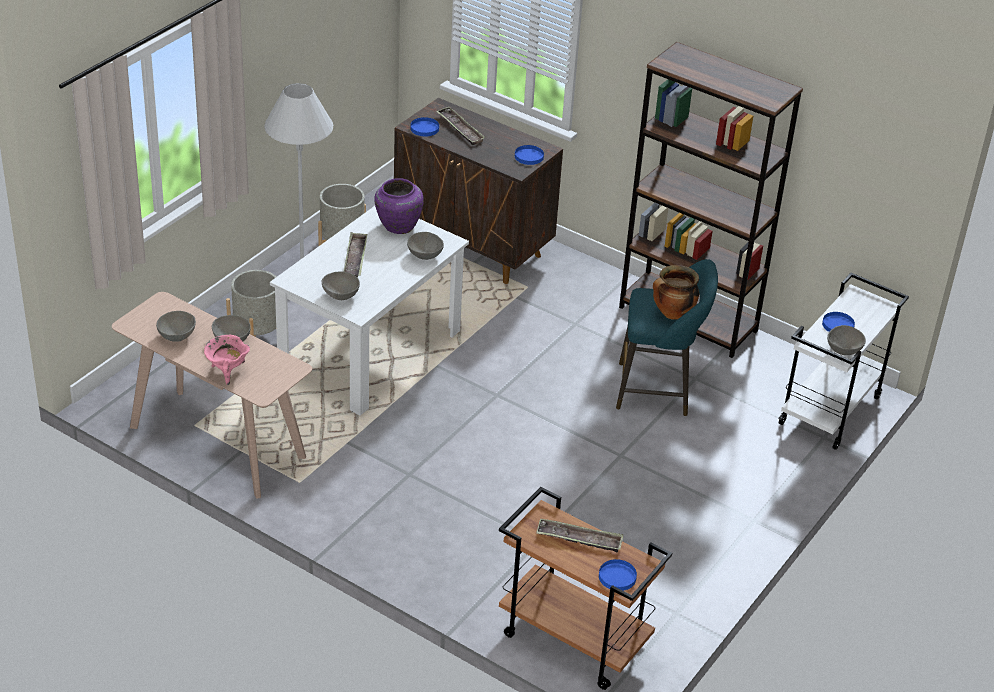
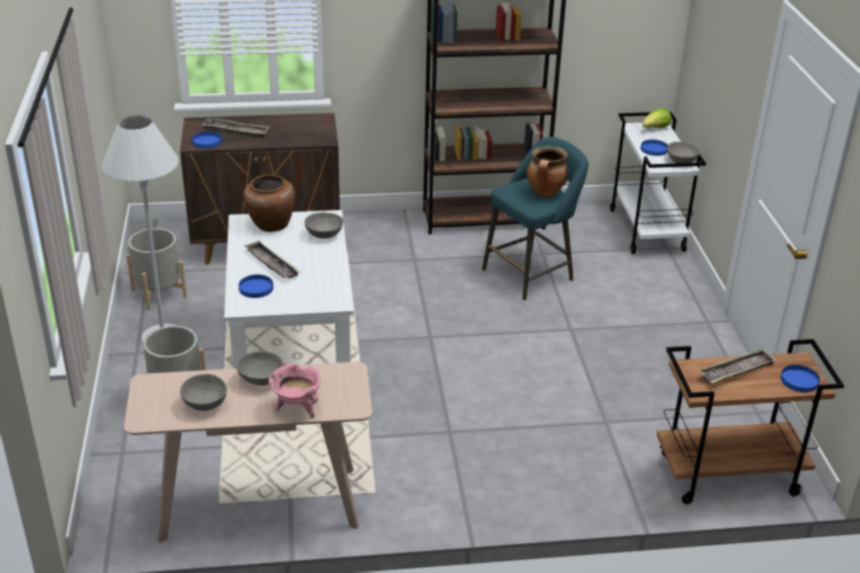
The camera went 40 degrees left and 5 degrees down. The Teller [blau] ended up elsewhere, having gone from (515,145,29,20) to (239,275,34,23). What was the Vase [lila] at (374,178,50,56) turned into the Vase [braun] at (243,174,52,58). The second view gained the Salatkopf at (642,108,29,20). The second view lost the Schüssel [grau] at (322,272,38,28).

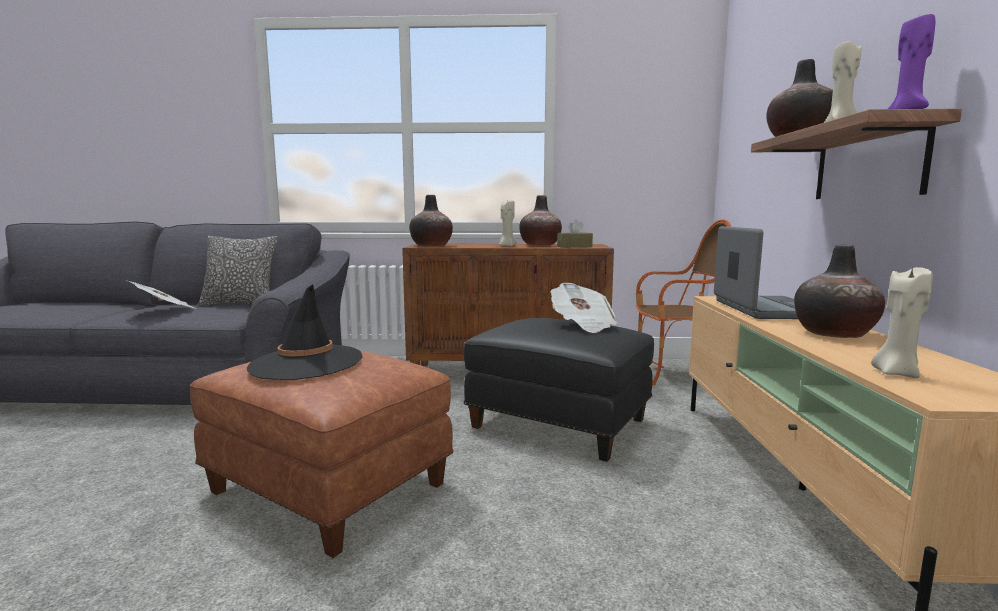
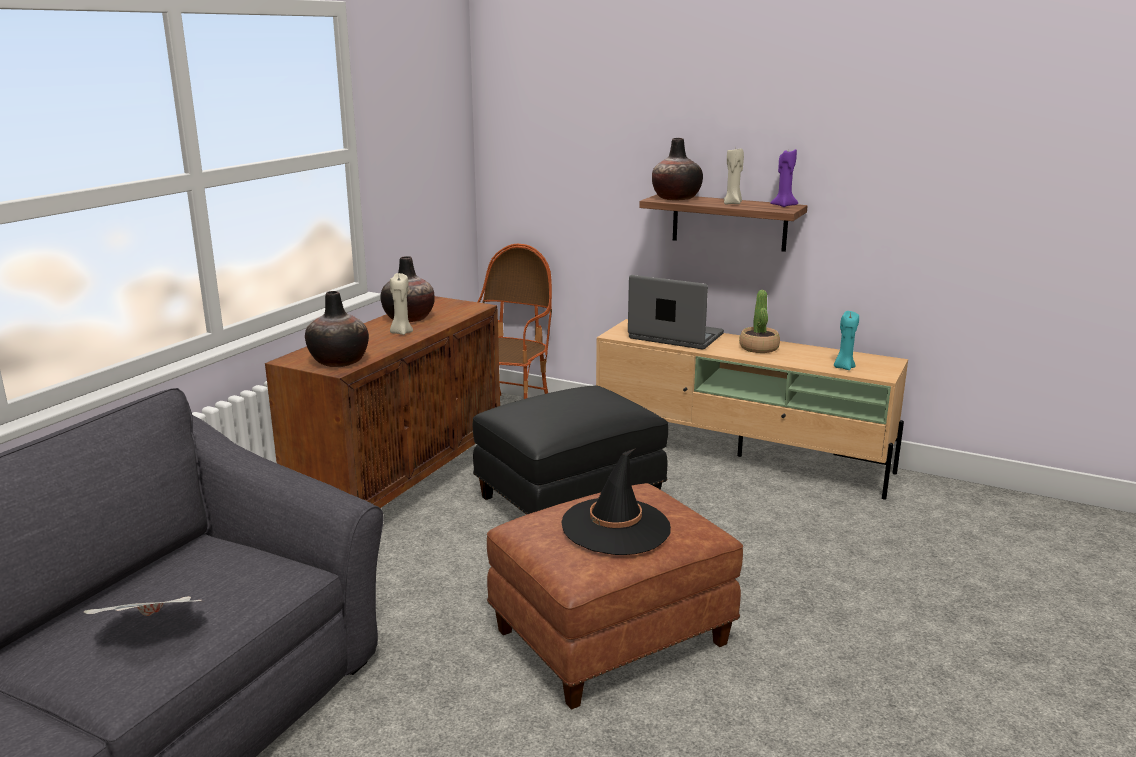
The camera went 65 degrees left and 10 degrees up. Where the Vase stood at (794,245,91,93), the Topfpflanze came to stand at (739,290,41,63). What was the Kerze [beige] at (871,266,62,112) turned into the Kerze [türkis] at (834,311,25,59). The second view lost the Kissen at (198,236,80,70). The second view lost the Zeitung at (550,283,67,50). The second view lost the Taschentuchbox [braun] at (557,220,36,28).

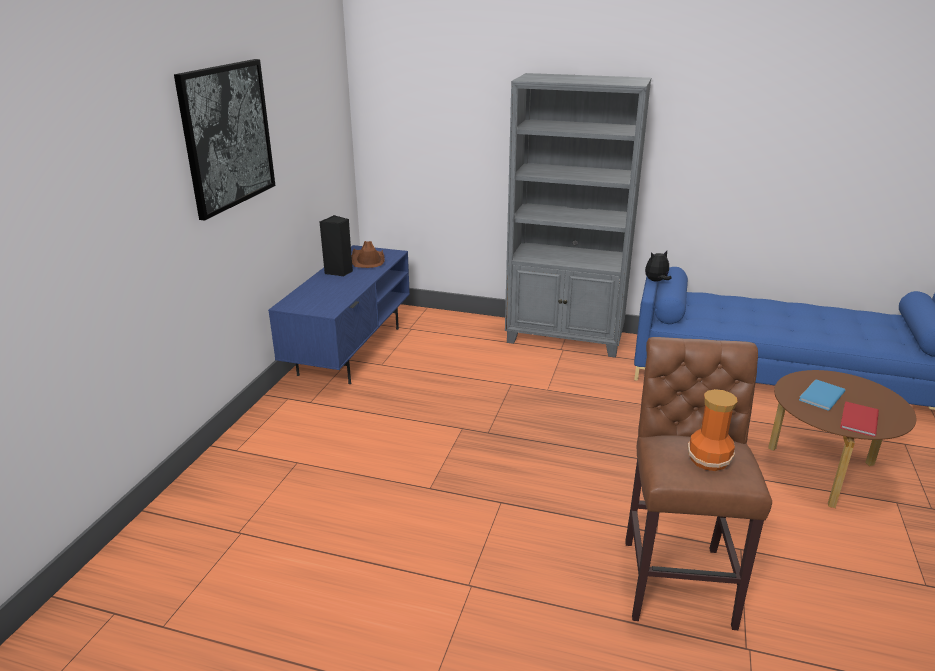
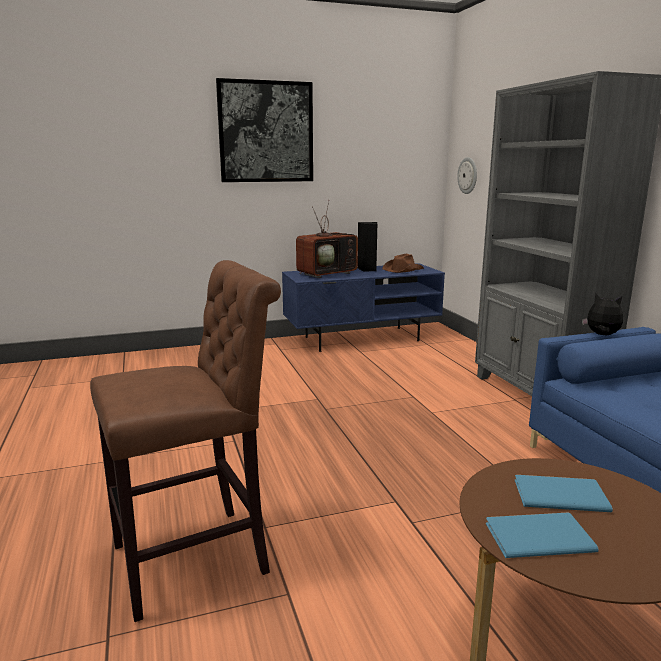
The camera went 55 degrees right and 10 degrees down. The second view gained the Fernseher at (296,200,62,78). The second view gained the Wanduhr at (457,157,20,37). What was the Buch [rot] at (840,402,39,35) turned into the Buch [blau] at (486,513,113,45). The second view lost the Vase at (688,389,50,82).

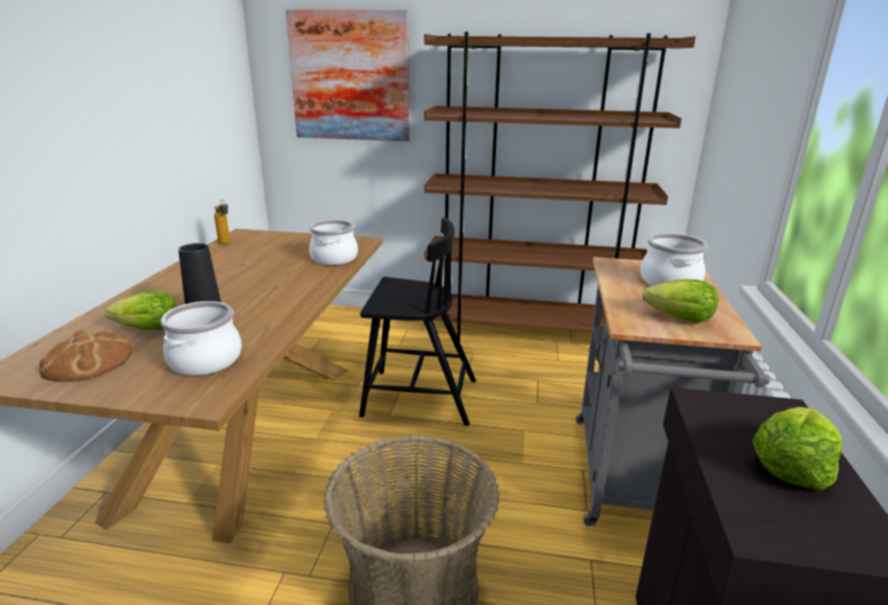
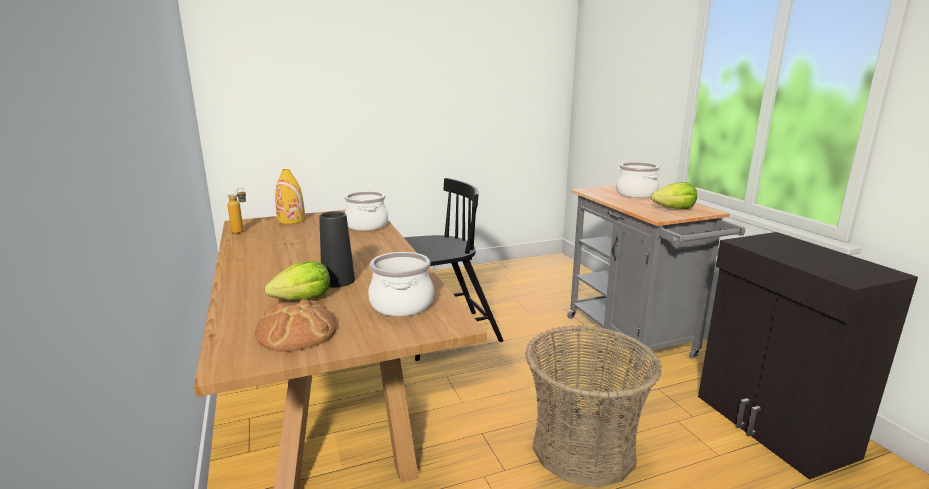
The camera went 30 degrees left and 5 degrees down. The second view gained the Vase [gelb] at (275,169,30,55). The second view lost the Bild at (286,9,123,132). The second view lost the Bücherregal [braun] at (424,32,272,309). The second view lost the Salatkopf at (753,407,89,83).

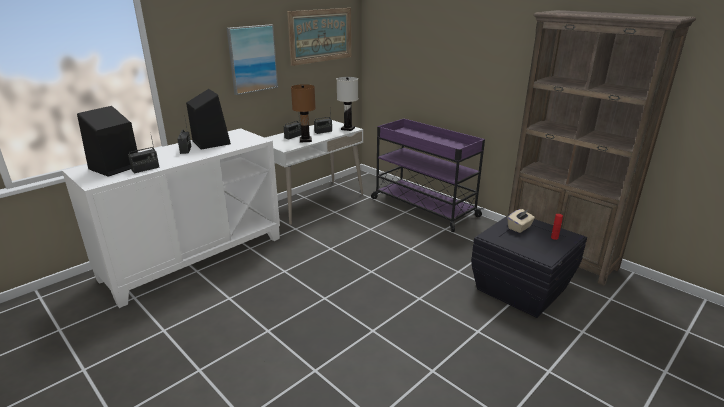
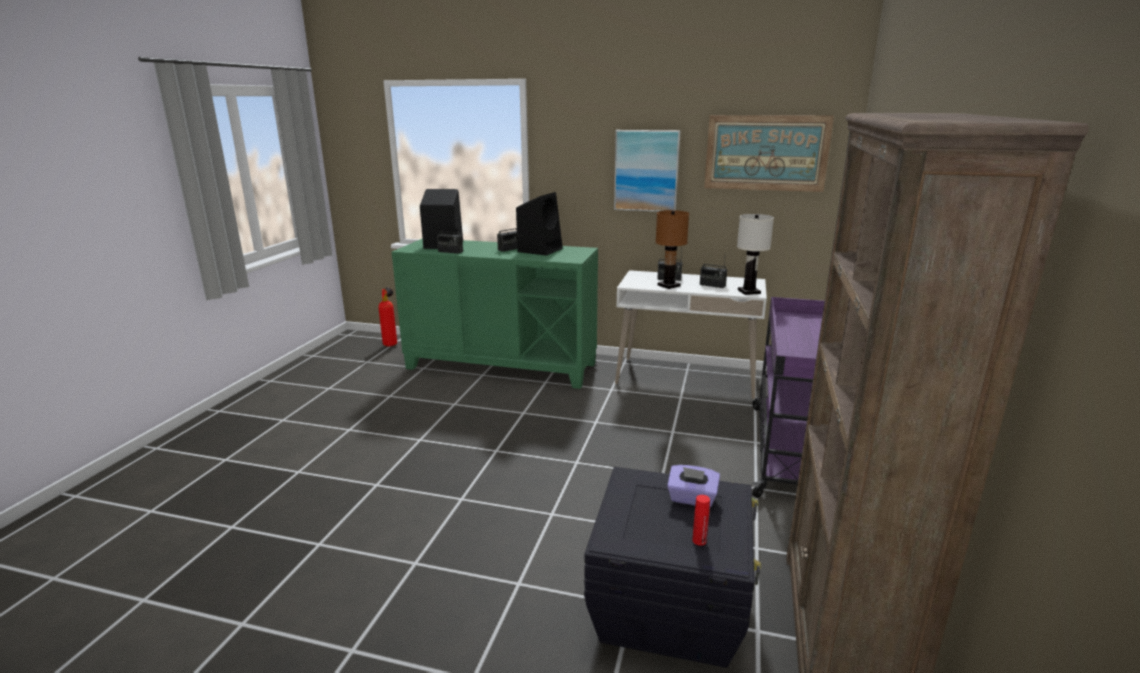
The camera went 60 degrees right and 5 degrees down. The second view gained the Feuerlöscher at (378,287,19,60). What was the Schrank [weiß] at (62,128,218,180) turned into the Schrank [grün] at (392,238,206,151). What was the Taschentuchbox [beige] at (508,209,27,24) turned into the Taschentuchbox [lila] at (667,465,53,42).

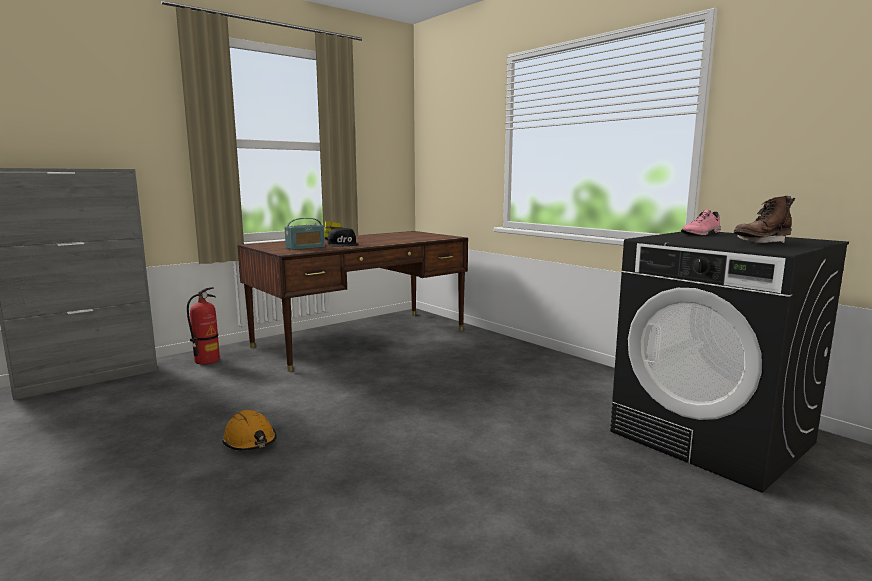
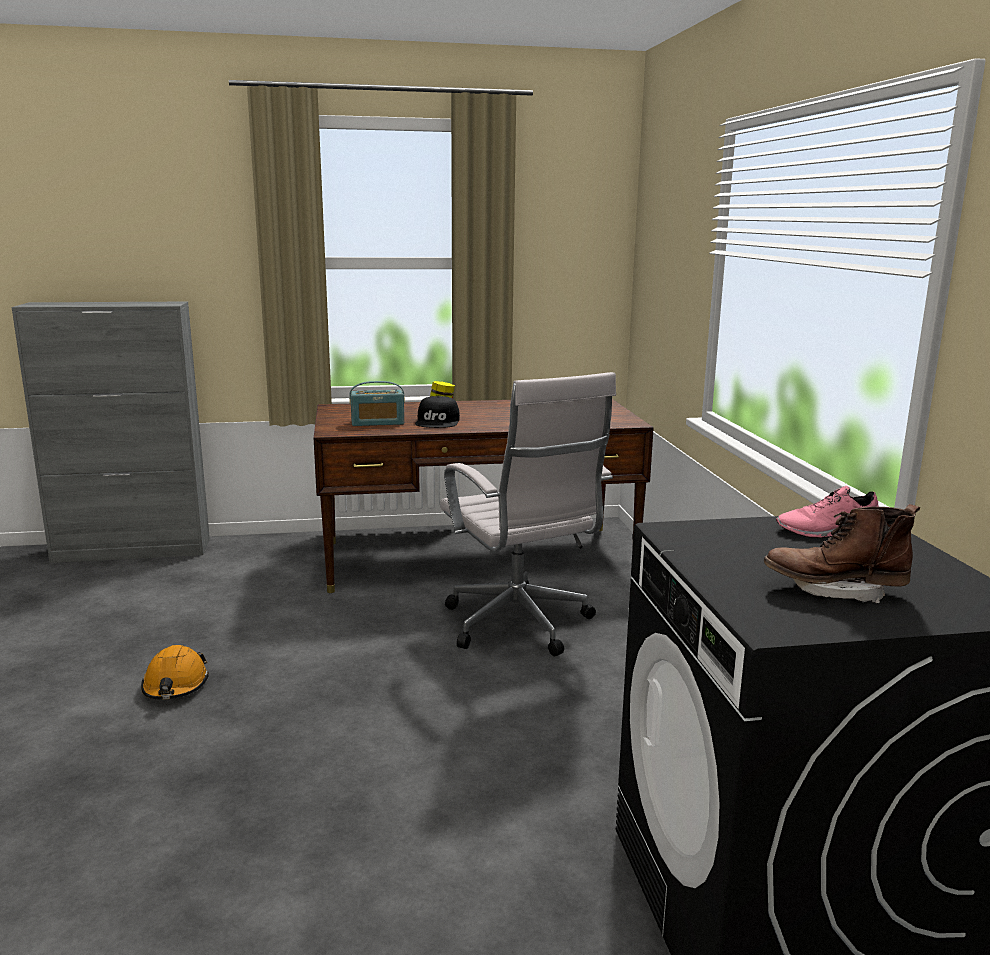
The camera went 30 degrees right and 5 degrees up. The second view gained the Bürostuhl [weiß] at (440,372,176,284). The second view lost the Feuerlöscher at (187,287,33,77).

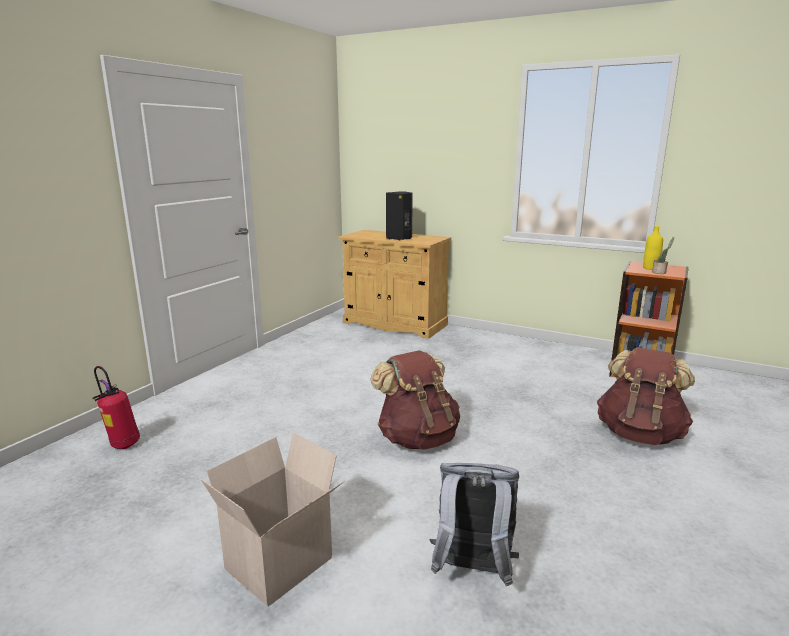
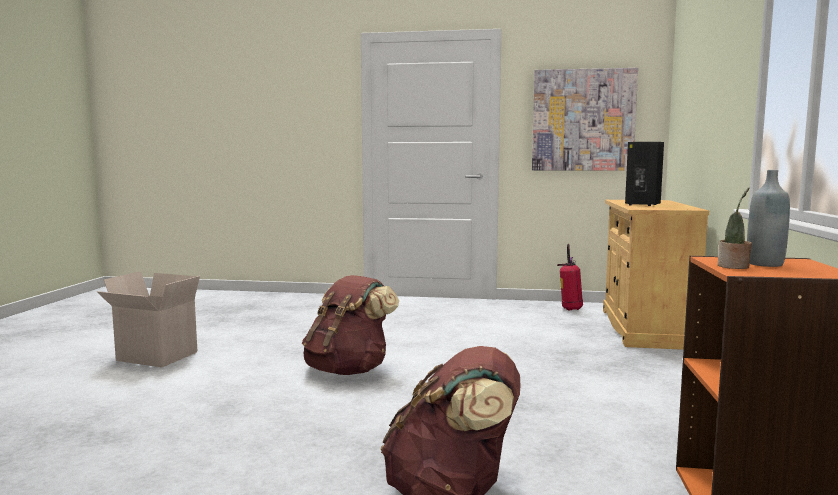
The camera went 70 degrees right and 10 degrees down. The second view gained the Bild at (532,68,106,103). The Feuerlöscher ended up elsewhere, having gone from (92,366,48,83) to (557,244,26,67). What was the Flasche [gelb] at (643,226,20,44) turned into the Flasche [grau] at (747,170,43,97). The second view lost the Rucksack [grau] at (430,463,89,123).

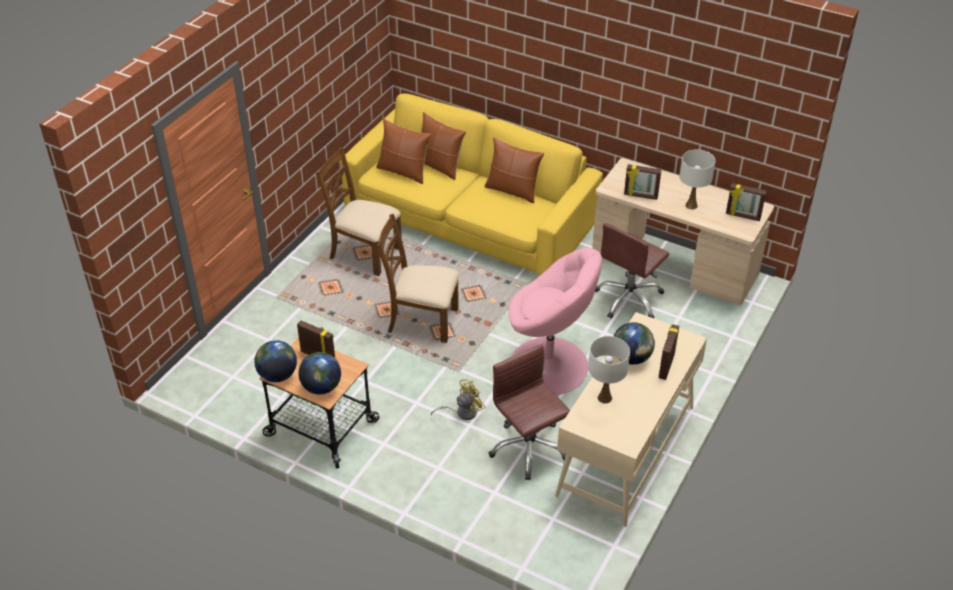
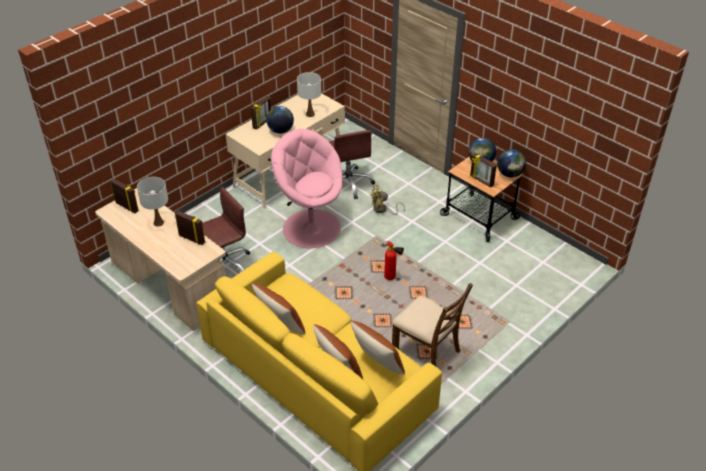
The camera went 165 degrees left and 0 degrees up. Where the Stuhl [braun] stood at (377,214,82,129), the Feuerlöscher came to stand at (384,241,20,39).

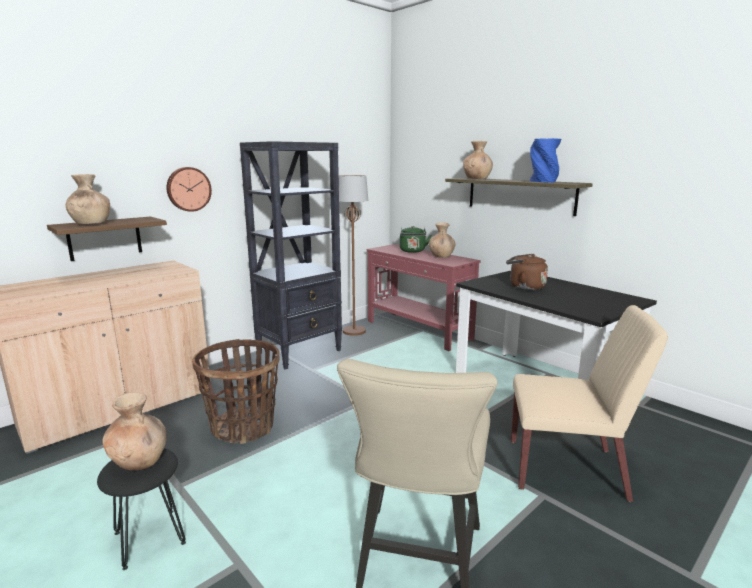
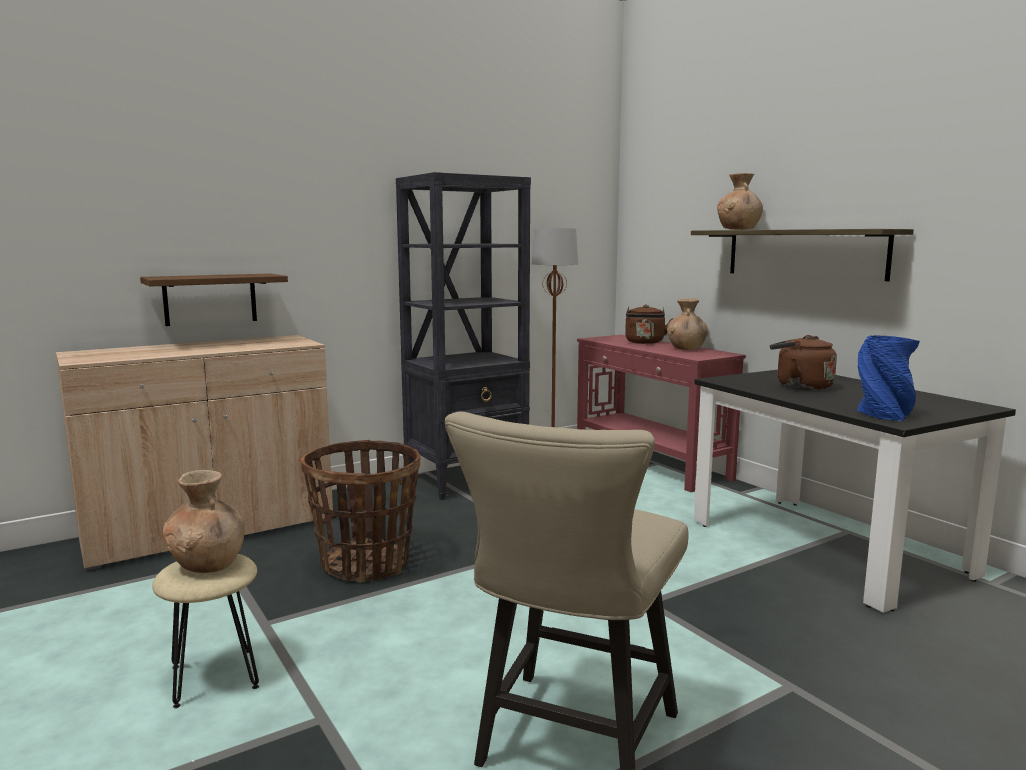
The camera went 10 degrees right and 5 degrees down. What was the Hocker [schwarz] at (97,448,89,122) turned into the Hocker [beige] at (152,554,107,154). What was the Wasserkessel [grün] at (400,226,31,27) turned into the Wasserkessel [braun] at (625,304,48,40). The Vase [blau] ended up elsewhere, having gone from (530,138,31,45) to (857,336,63,85). The second view lost the Vase [braun] at (65,174,45,50). The second view lost the Wanduhr at (166,167,46,45). The second view lost the Stuhl [beige] at (511,305,157,197).

